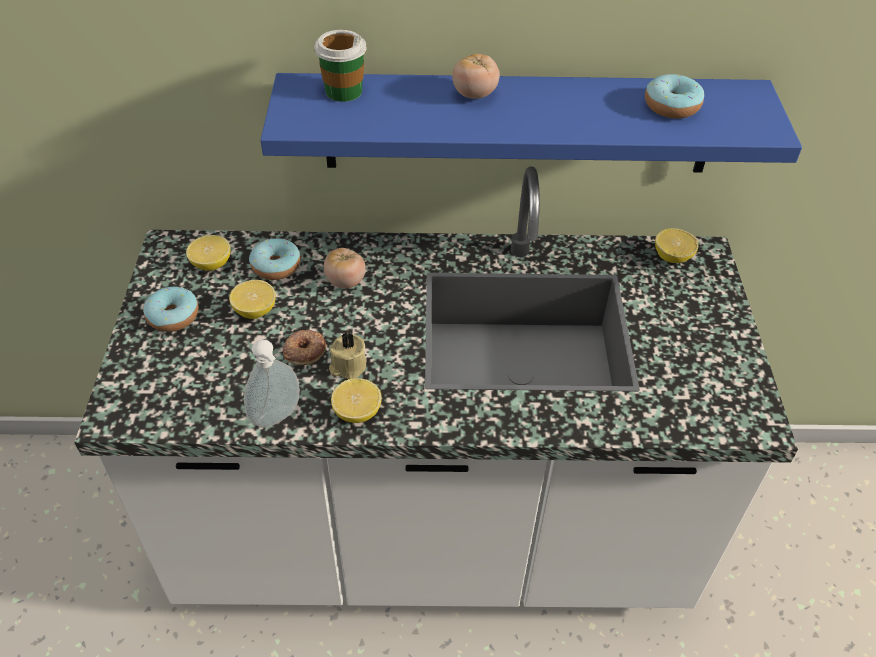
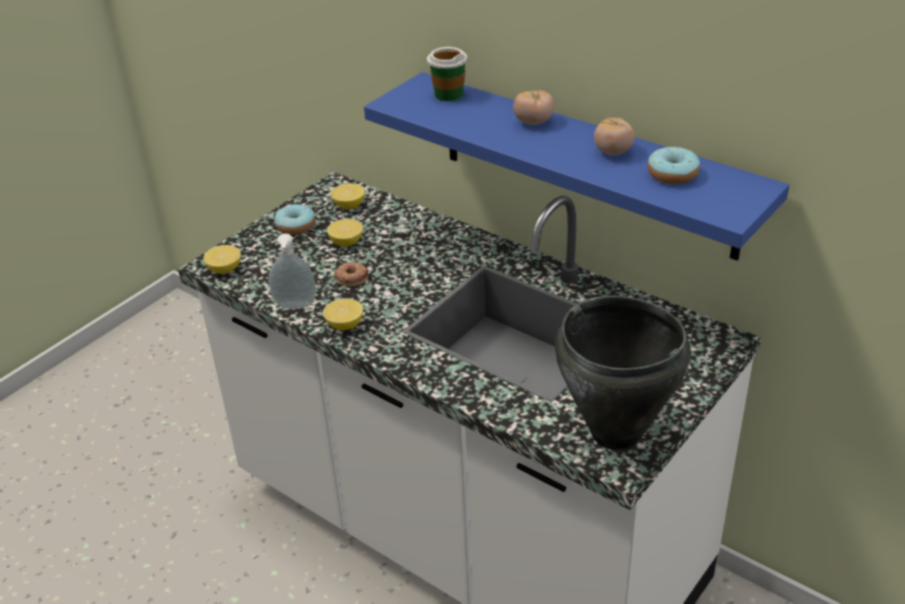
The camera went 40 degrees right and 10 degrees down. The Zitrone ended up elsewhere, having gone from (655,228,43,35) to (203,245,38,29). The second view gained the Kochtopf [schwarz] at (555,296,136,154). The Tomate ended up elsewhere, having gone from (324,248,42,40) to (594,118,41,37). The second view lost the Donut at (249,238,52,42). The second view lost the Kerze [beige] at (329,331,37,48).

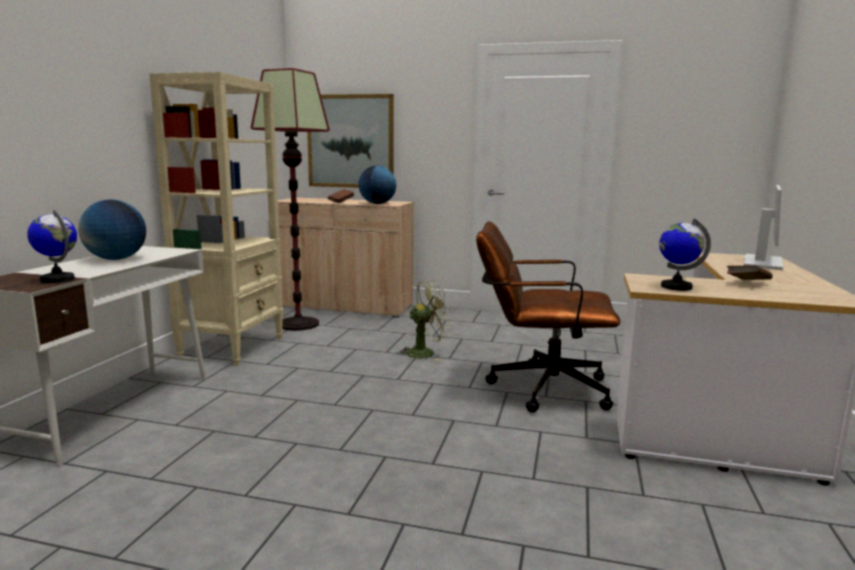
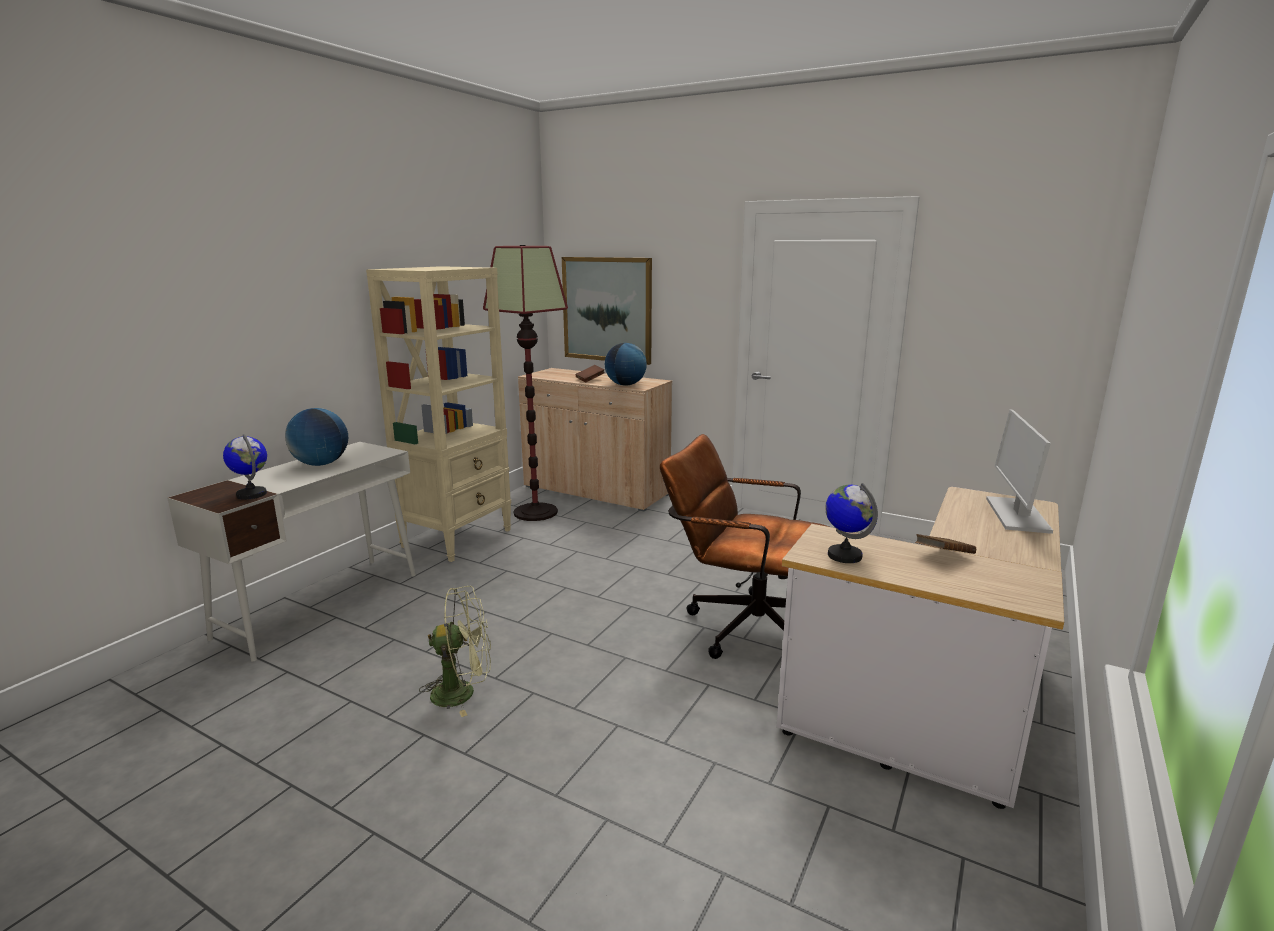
The camera went 15 degrees right and 5 degrees up. The Ventilator [grün] ended up elsewhere, having gone from (397,280,56,81) to (419,586,72,131). The Monitor at (744,185,39,85) ended up facing another way, 150 degrees clockwise from before.

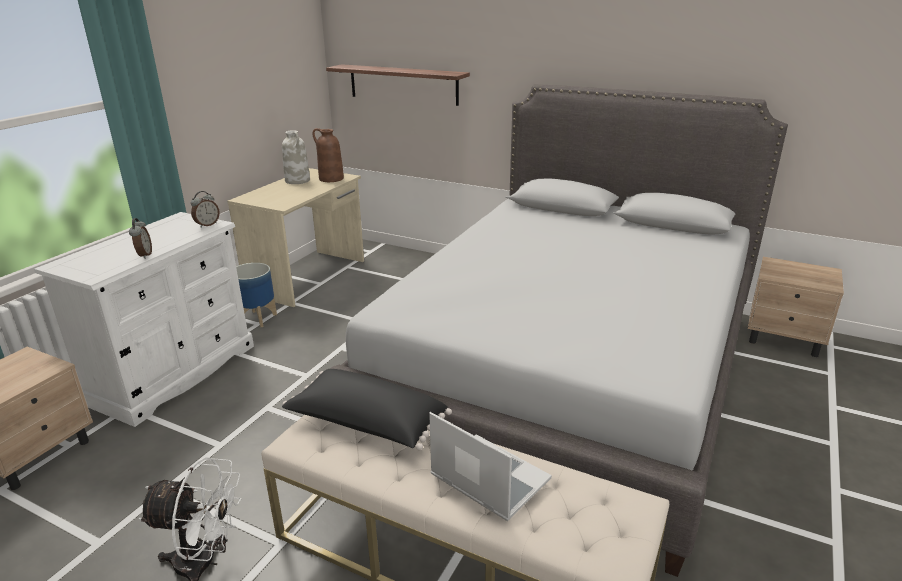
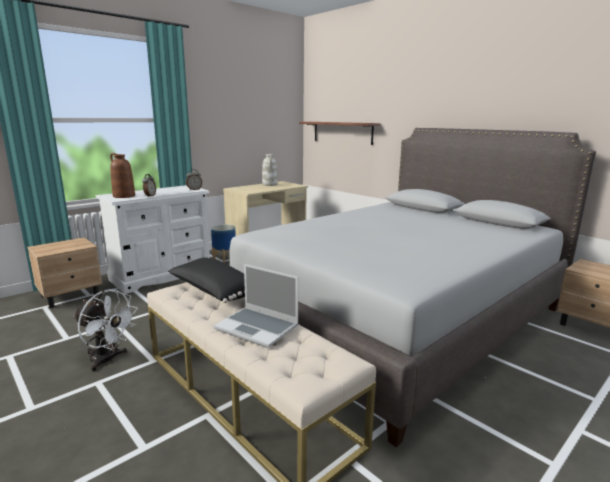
The camera went 20 degrees right and 10 degrees down. The Vase [braun] ended up elsewhere, having gone from (312,128,32,54) to (110,153,25,45). The Laptop at (429,412,123,109) ended up facing another way, 150 degrees clockwise from before.

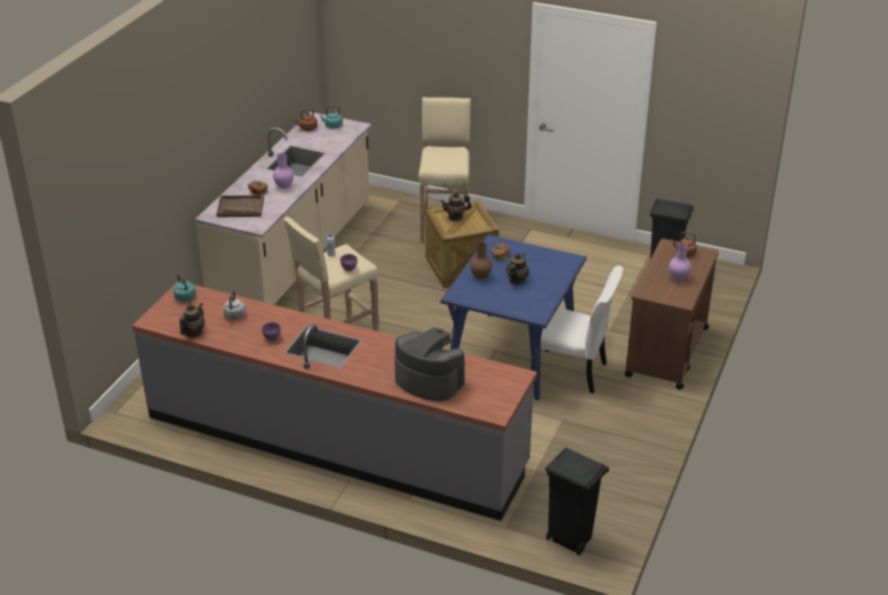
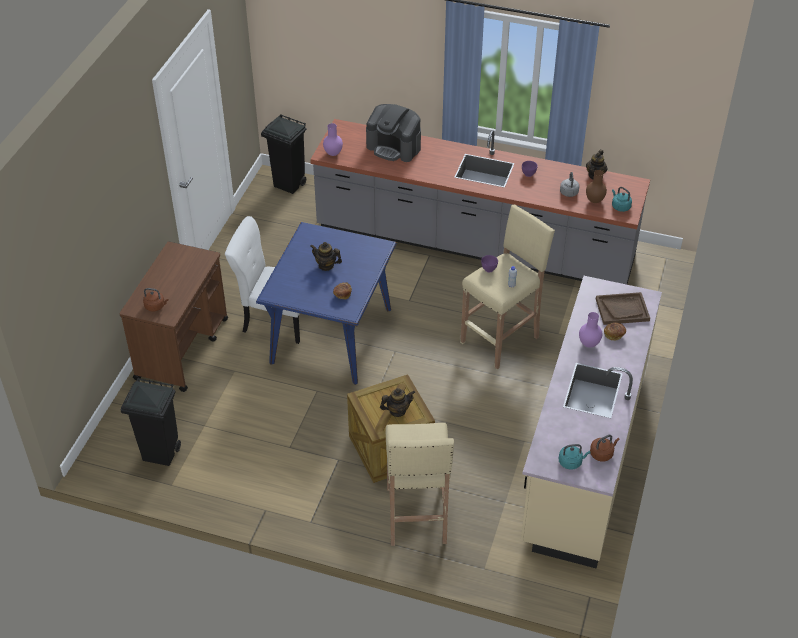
The camera went 175 degrees right and 10 degrees up. The Teekanne at (506,252,23,32) ended up facing another way, 90 degrees clockwise from before. The Vase [lila] ended up elsewhere, having gone from (669,243,22,38) to (323,123,20,33). The Vase [braun] ended up elsewhere, having gone from (470,242,22,37) to (586,170,21,33).

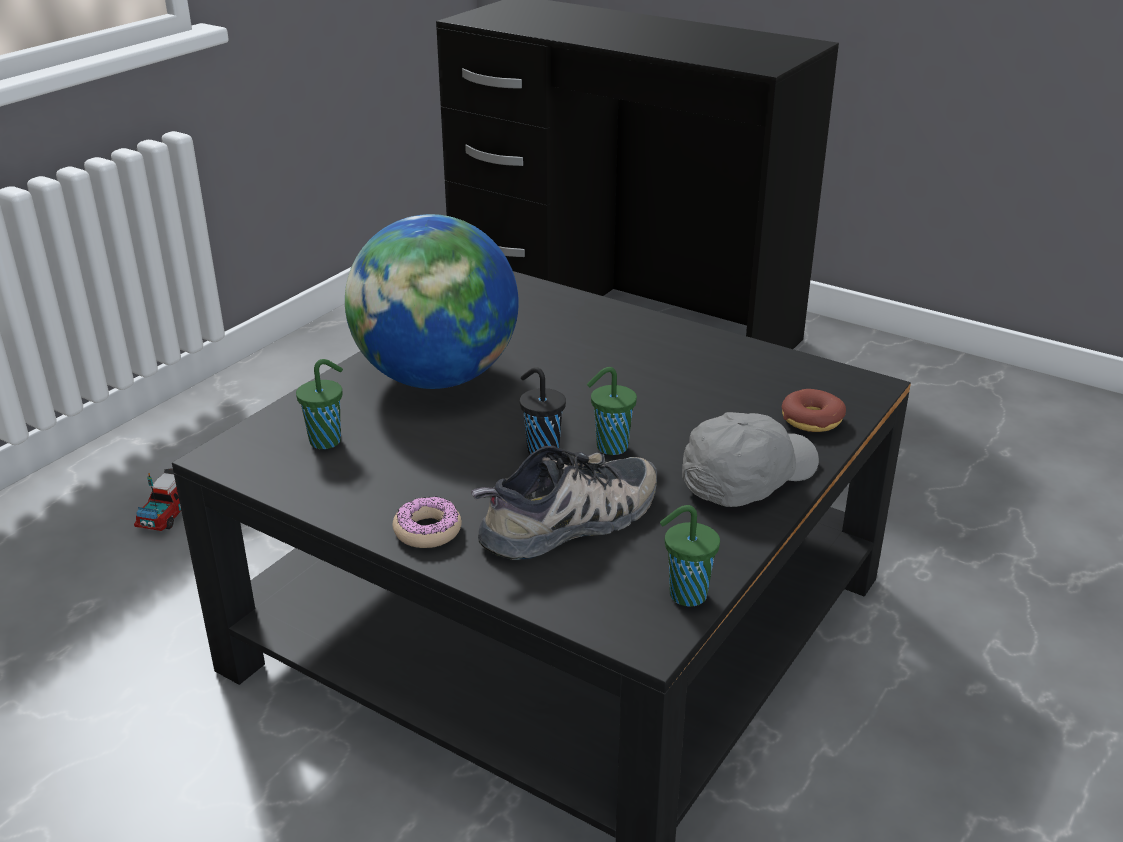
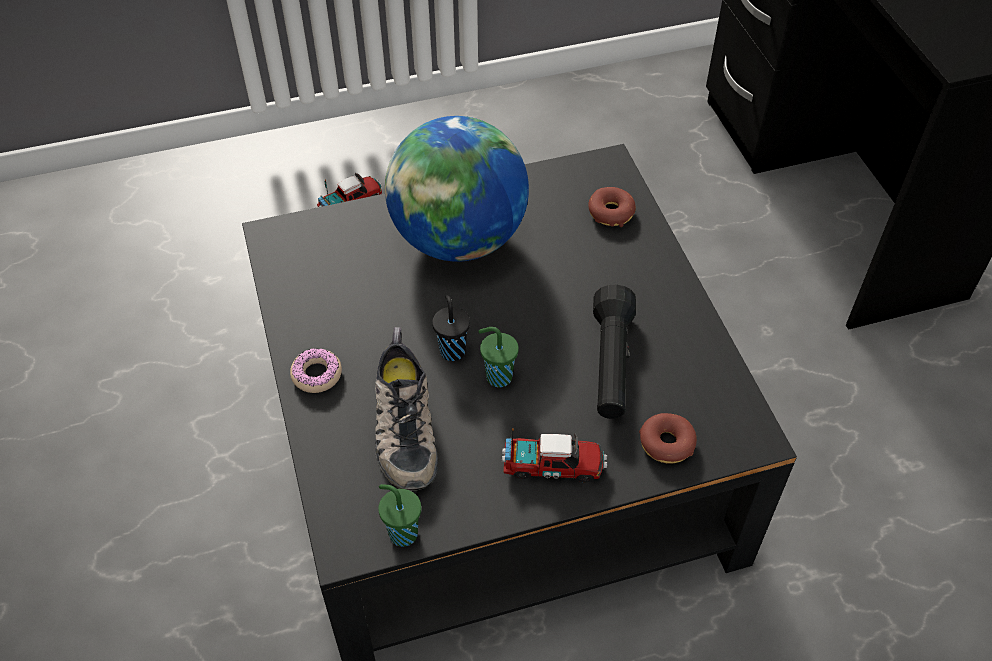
The camera went 40 degrees right and 20 degrees up. The Schuh at (471,446,186,114) ended up facing another way, 75 degrees clockwise from before. Where the Kappe [grau] stood at (682,412,137,95), the Spielzeuglaster came to stand at (502,428,105,55). The second view gained the Donut at (588,187,48,40). The second view gained the Taschenlampe [schwarz] at (593,284,43,135). The second view lost the Tasse [grün] at (296,359,47,90).

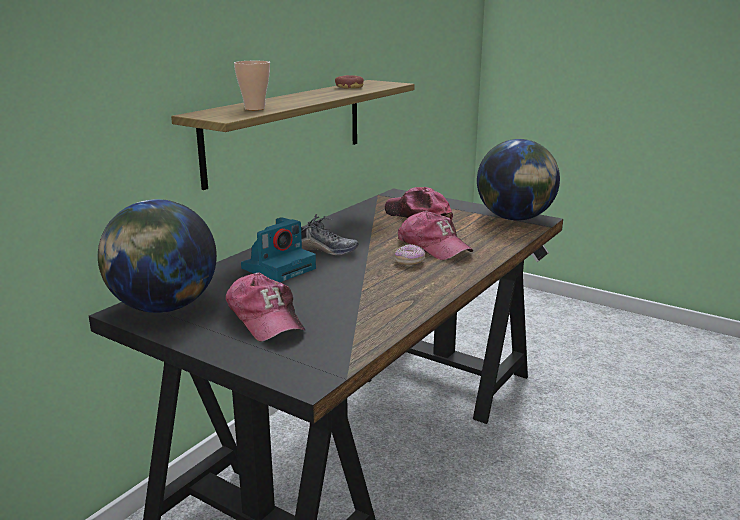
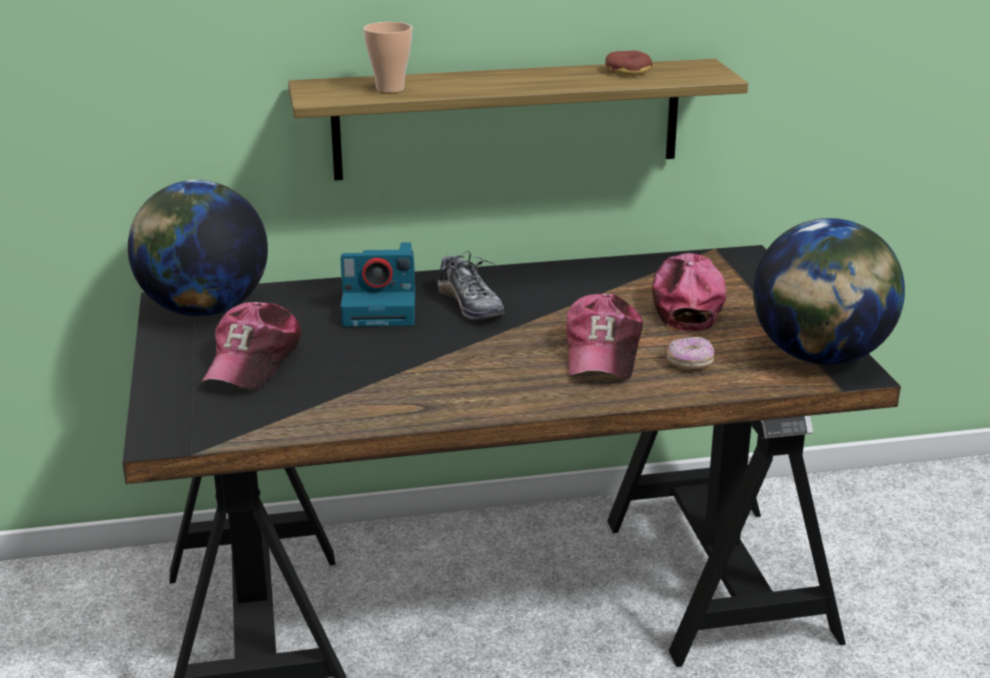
The camera went 45 degrees right and 5 degrees up. The Donut ended up elsewhere, having gone from (395,244,30,21) to (667,337,48,32).

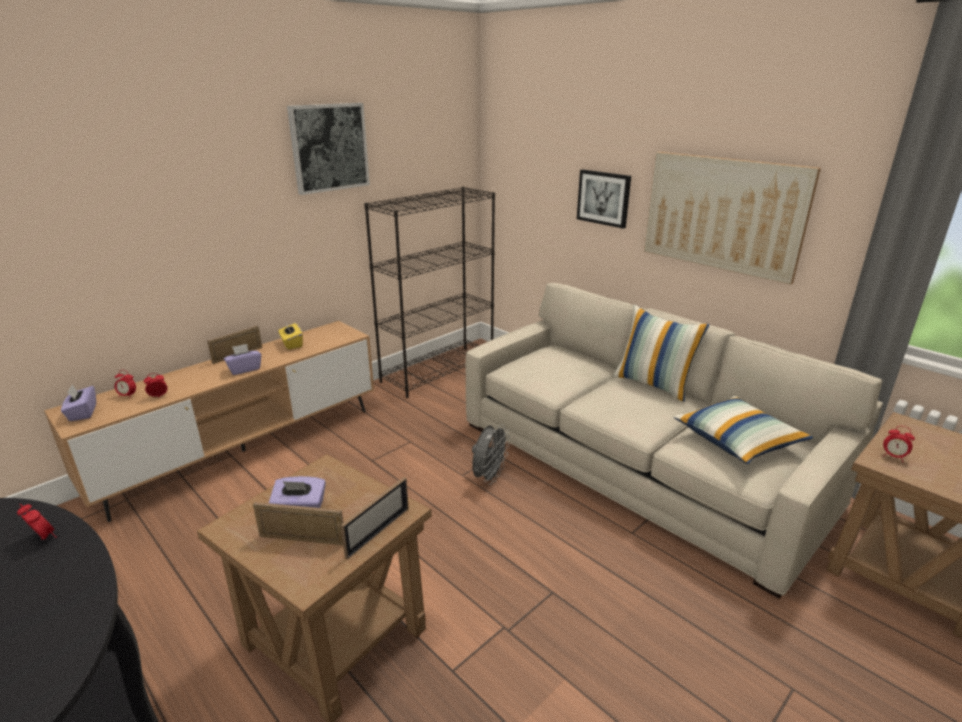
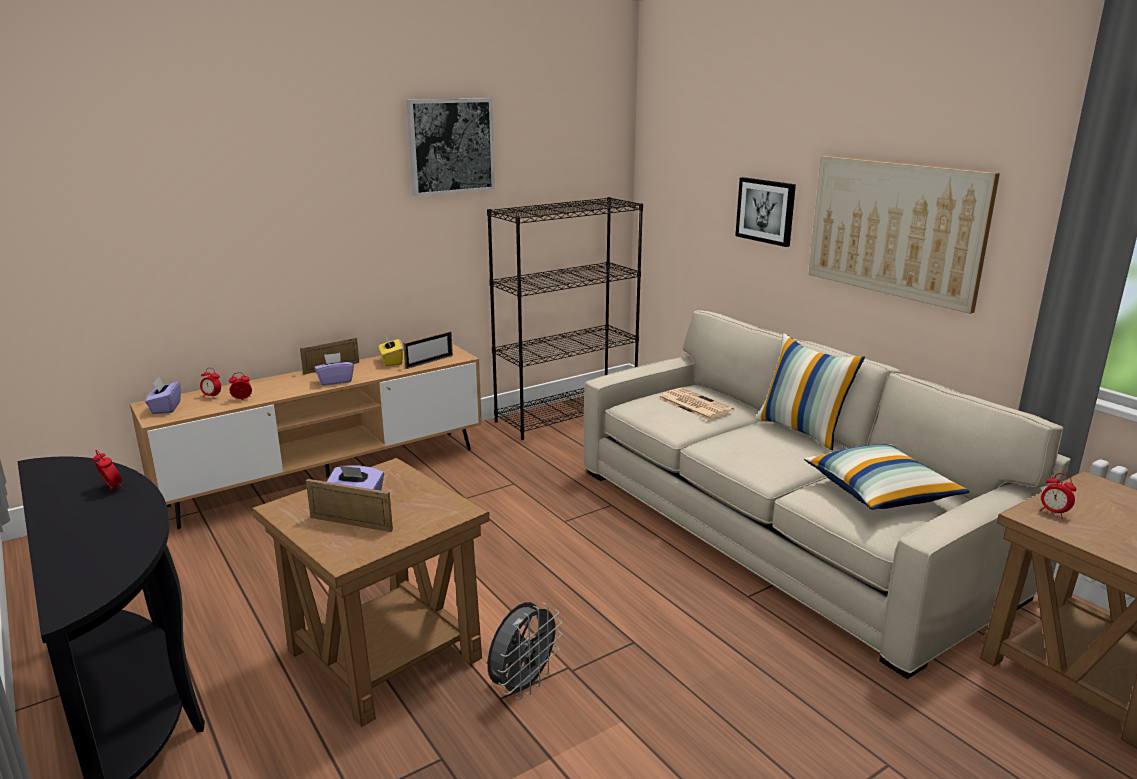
The camera went 10 degrees right and 5 degrees down. The Bilderrahmen ended up elsewhere, having gone from (341,477,68,83) to (403,331,50,38). The Ventilator [grau] ended up elsewhere, having gone from (472,424,38,61) to (487,602,75,98). The second view gained the Zeitung at (658,388,76,33).

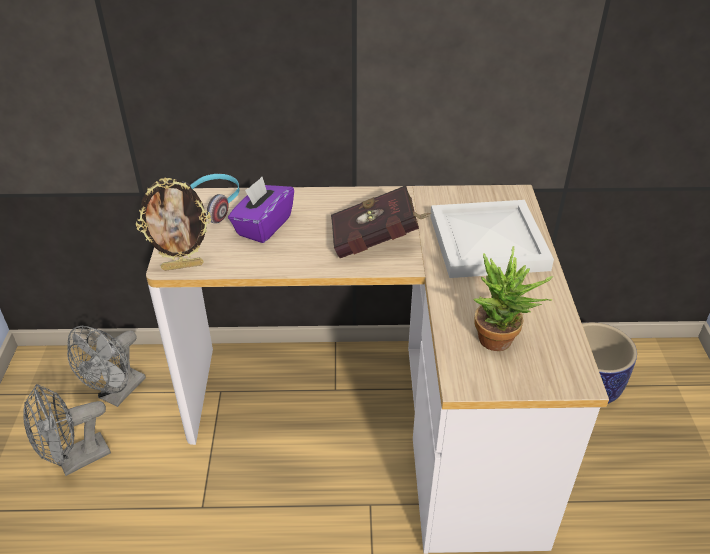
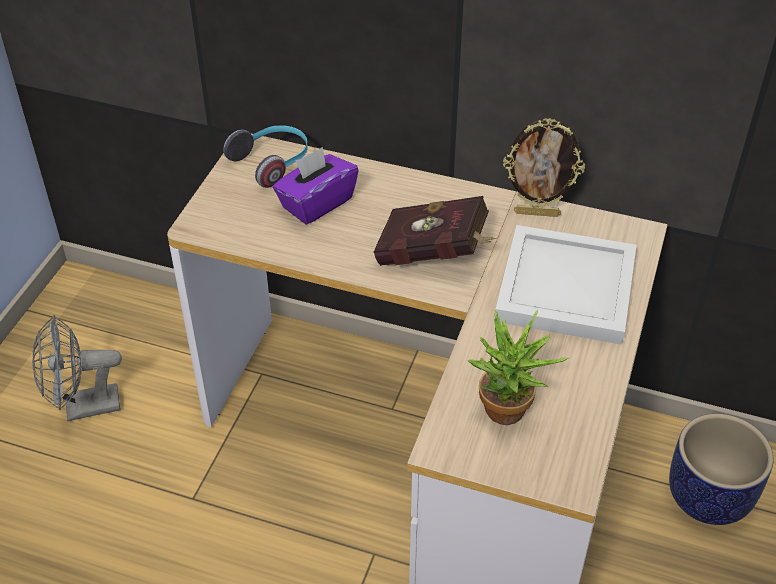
The camera went 20 degrees right and 5 degrees up. The Bilderrahmen ended up elsewhere, having gone from (136,177,75,94) to (503,118,82,99). The second view lost the Ventilator [grau] at (67,326,79,81).

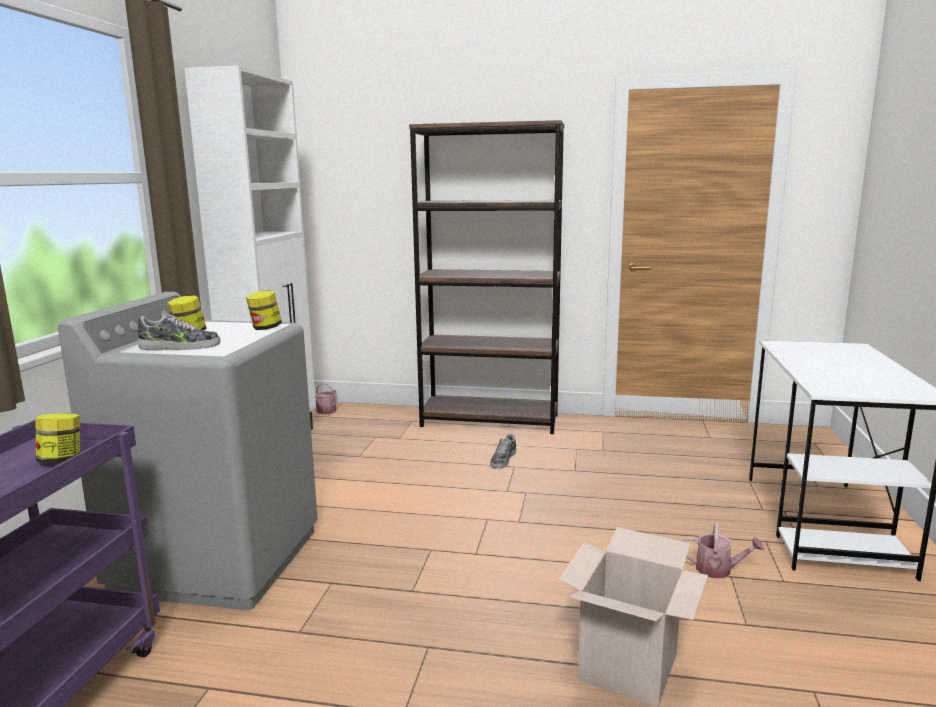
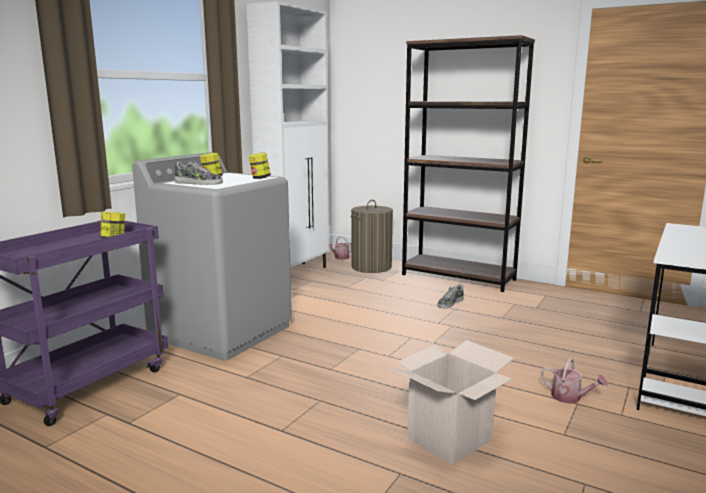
The camera went 20 degrees right and 0 degrees up. The second view gained the Wäschekorb at (351,200,42,73).

